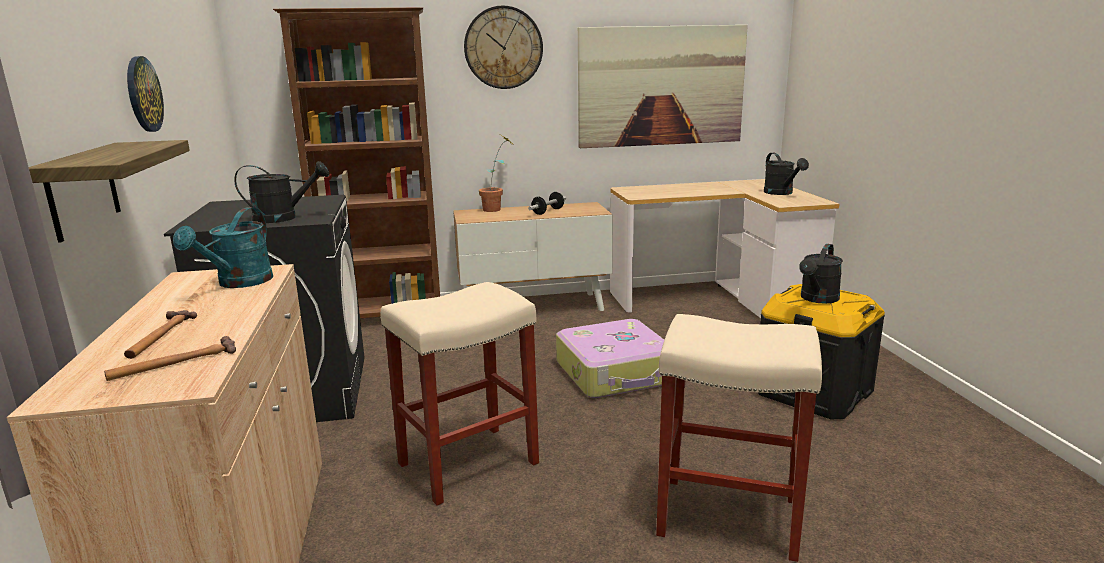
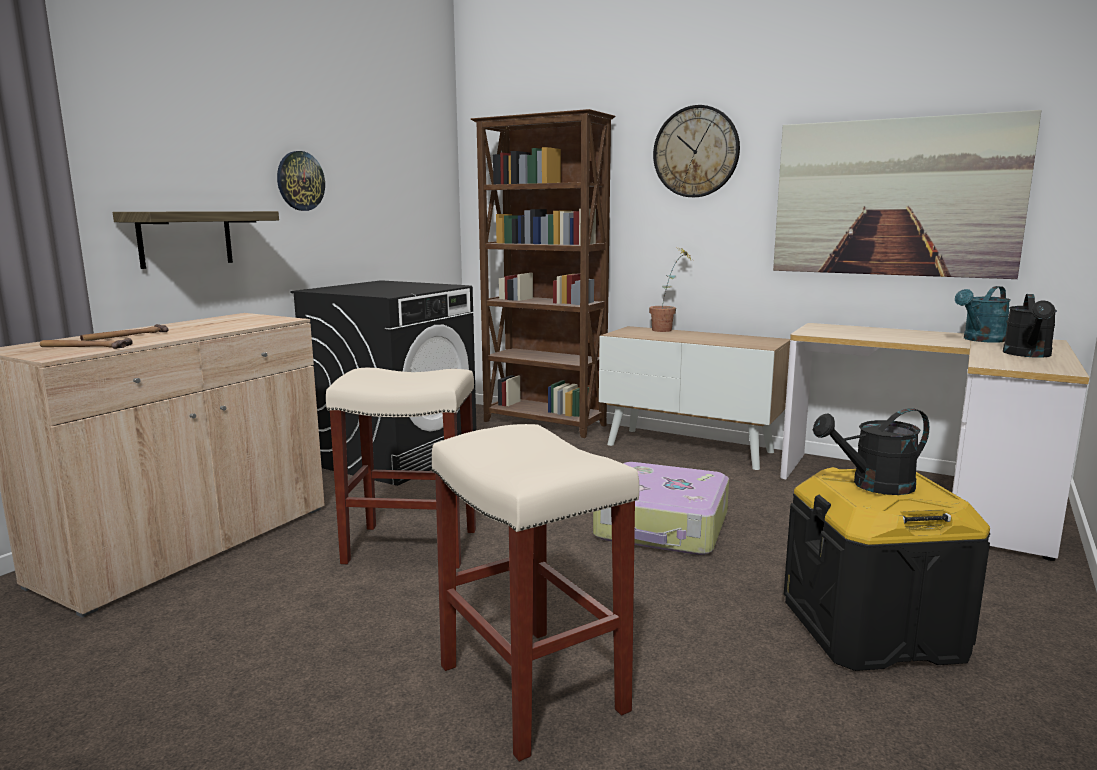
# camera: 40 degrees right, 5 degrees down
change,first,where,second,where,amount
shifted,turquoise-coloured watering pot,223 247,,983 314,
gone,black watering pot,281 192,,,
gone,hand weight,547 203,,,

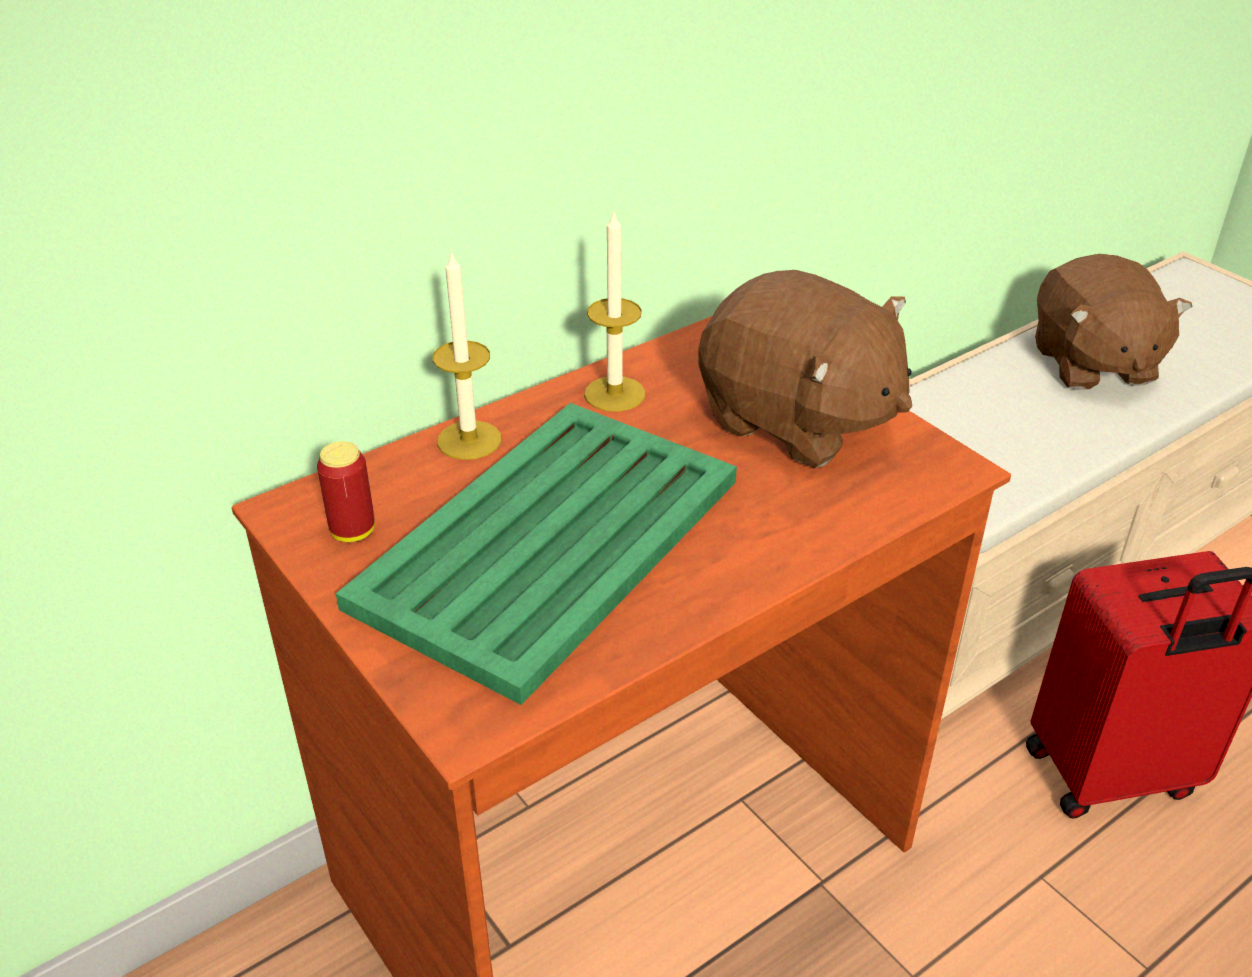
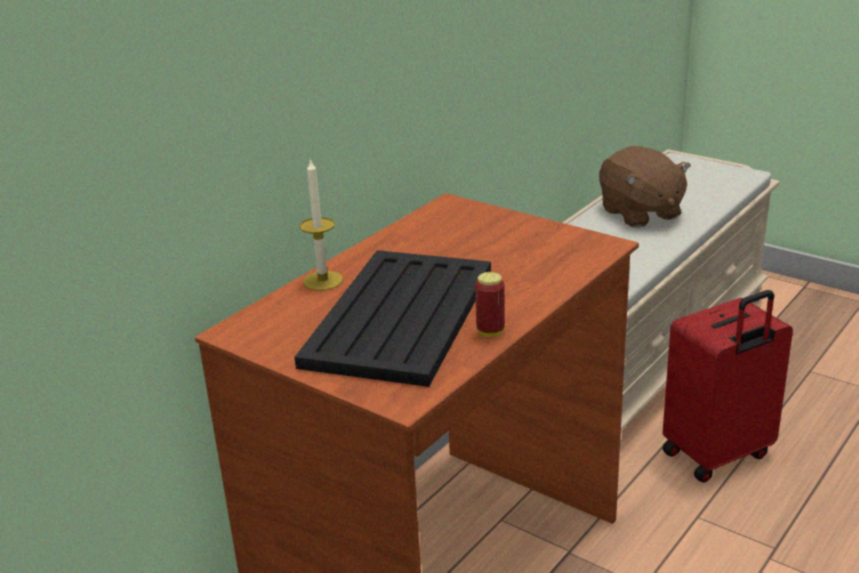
# camera: 15 degrees left, 10 degrees down
change,first,where,second,where,amount
shifted,metal can,346 491,,490 304,
repainted,green-coloured serving tray,536 554,black serving tray,393 318,
gone,candle,615 310,,,
gone,brown-coloured plush toy,805 369,,,

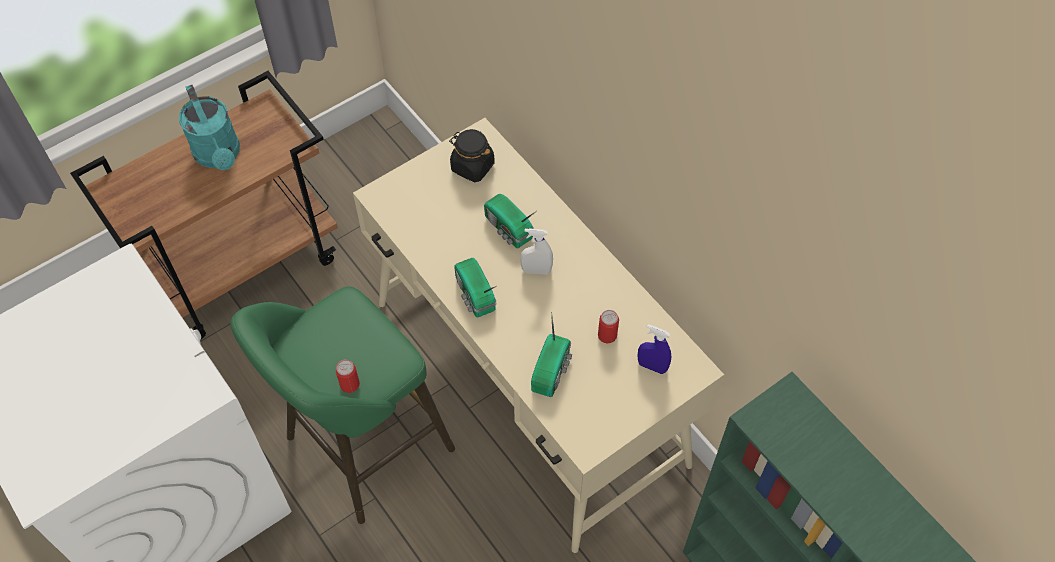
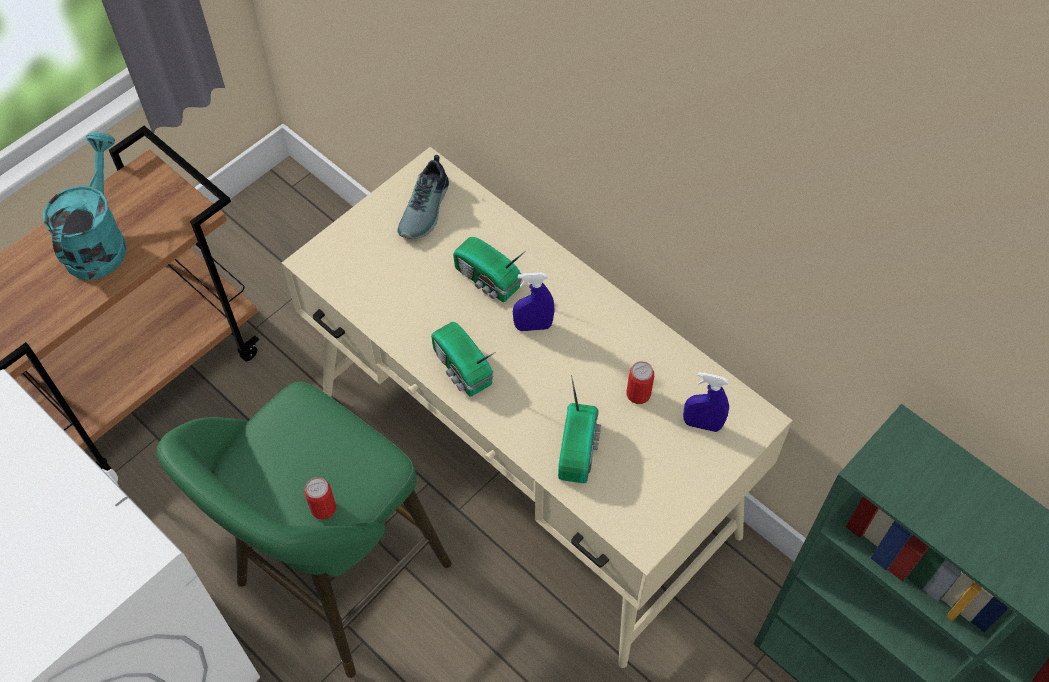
# camera: 10 degrees left, 0 degrees up
change,first,where,second,where,amount
rotated,turquoise-coloured watering pot,209 127,,84 206,135 degrees counterclockwise
swapped,black preserve jar,471 155,low shoe,423 197,
repainted,white spray bottle,536 251,bluish spray bottle,534 301,

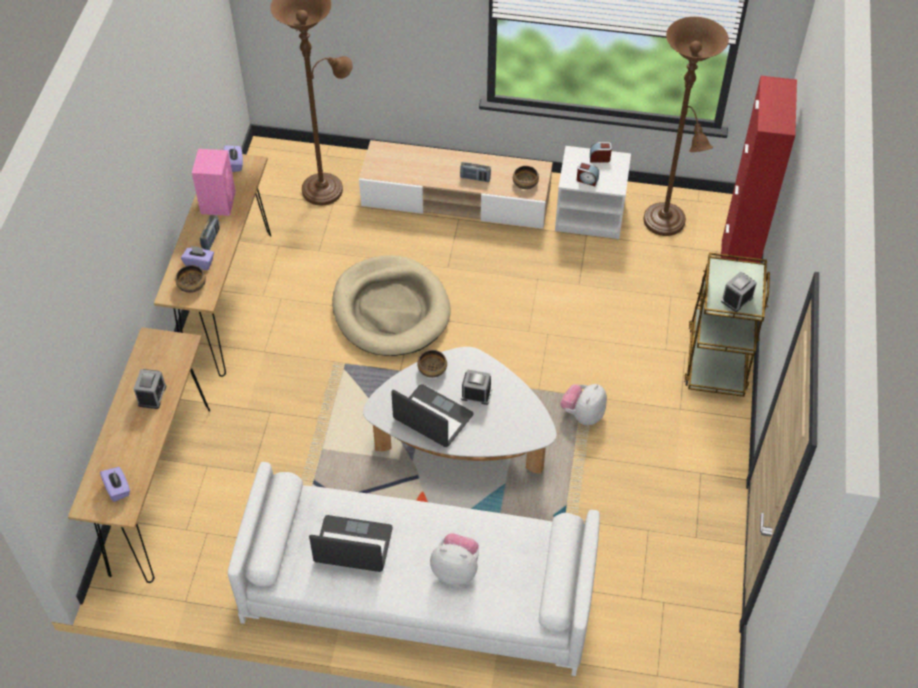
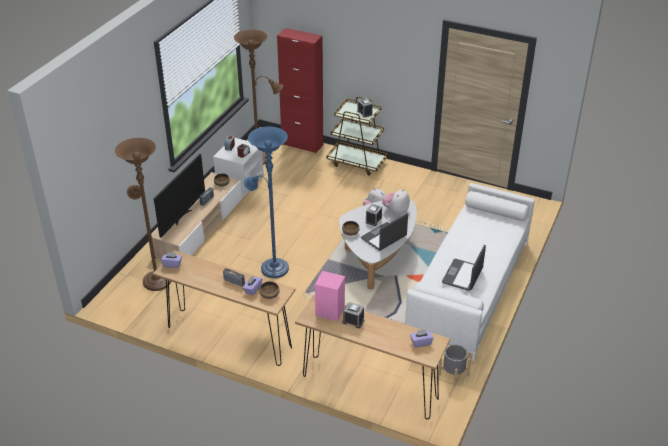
# camera: 75 degrees left, 15 degrees down
change,first,where,second,where,amount
shifted,pinkish audio speaker,214 182,,330 296,
swapped,beige-coloured dog cushion,391 305,bluish standard lamp,266 202,
shifted,plush toy,454 559,,396 202,
new,,,television,179 195,
new,,,greyish plant pot,454 366,

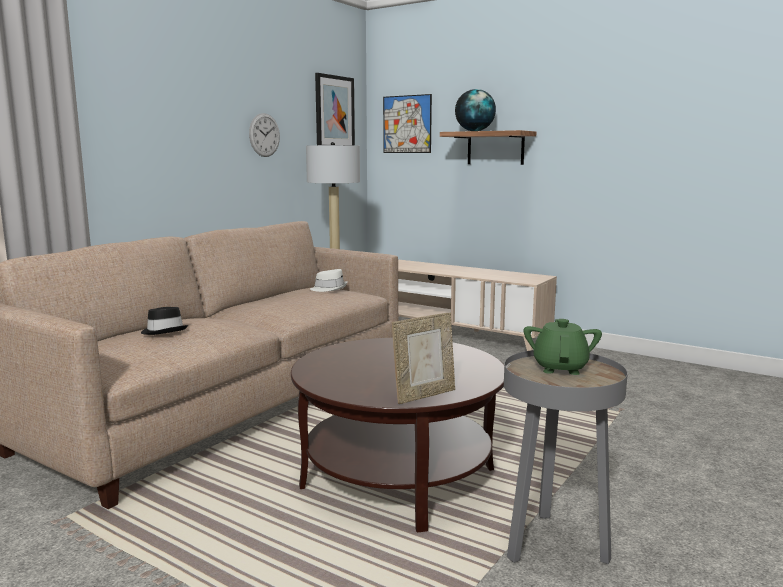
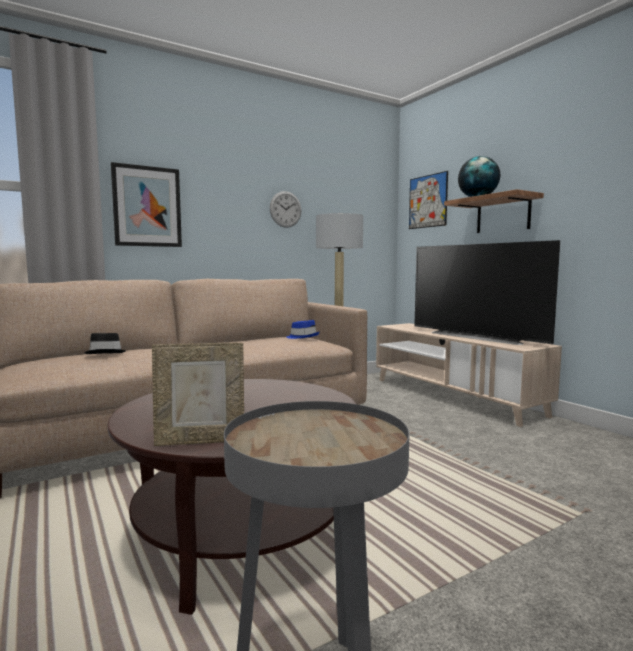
# camera: 25 degrees right, 5 degrees down
change,first,where,second,where,amount
repainted,white wearable hat,329 280,bluish wearable hat,302 329,
shifted,picture,335 109,,146 204,
gone,green-coloured tea pot,563 347,,,
new,,,television,487 292,

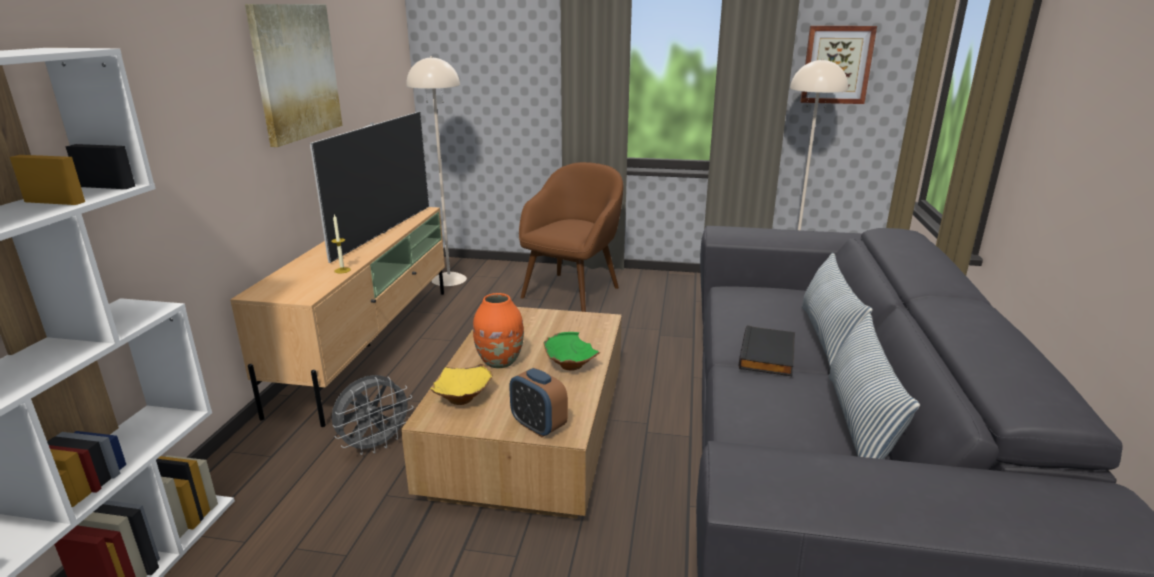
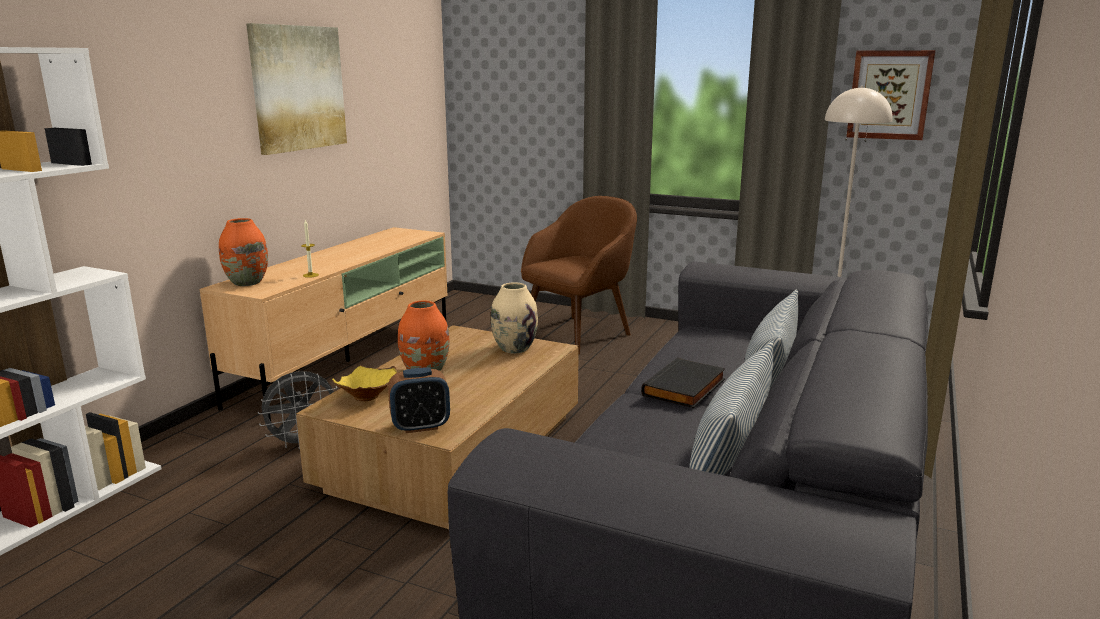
# camera: 15 degrees right, 5 degrees down
change,first,where,second,where,amount
gone,television,369 187,,,
gone,beige-coloured standard lamp,436 171,,,
rotated,table clock,538 402,,419 400,75 degrees counterclockwise
gone,green-coloured deep dish,571 351,,,
new,,,orange-coloured vase,243 252,
new,,,beige-coloured vase,514 317,

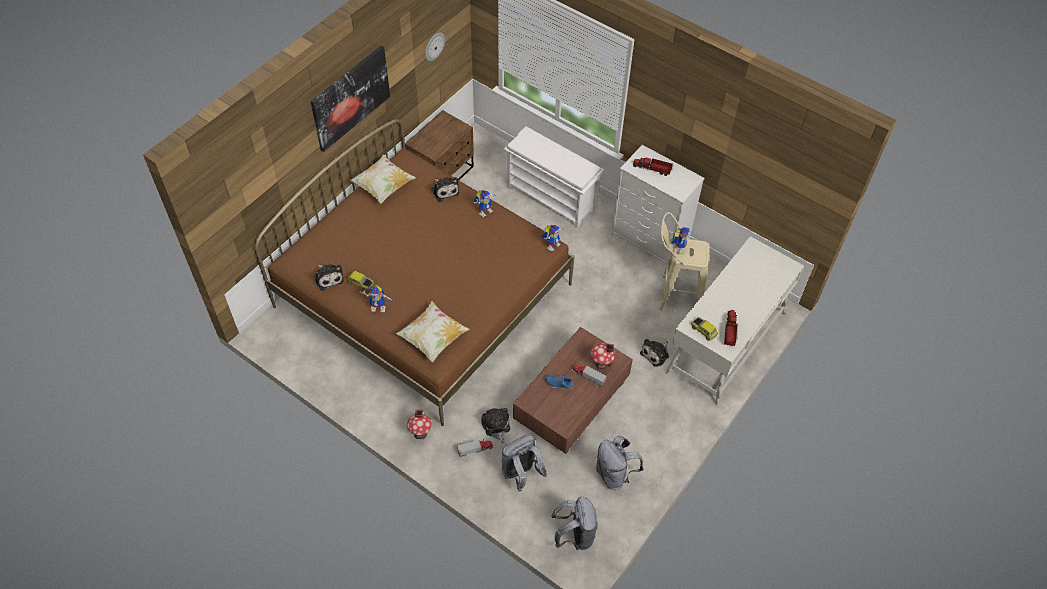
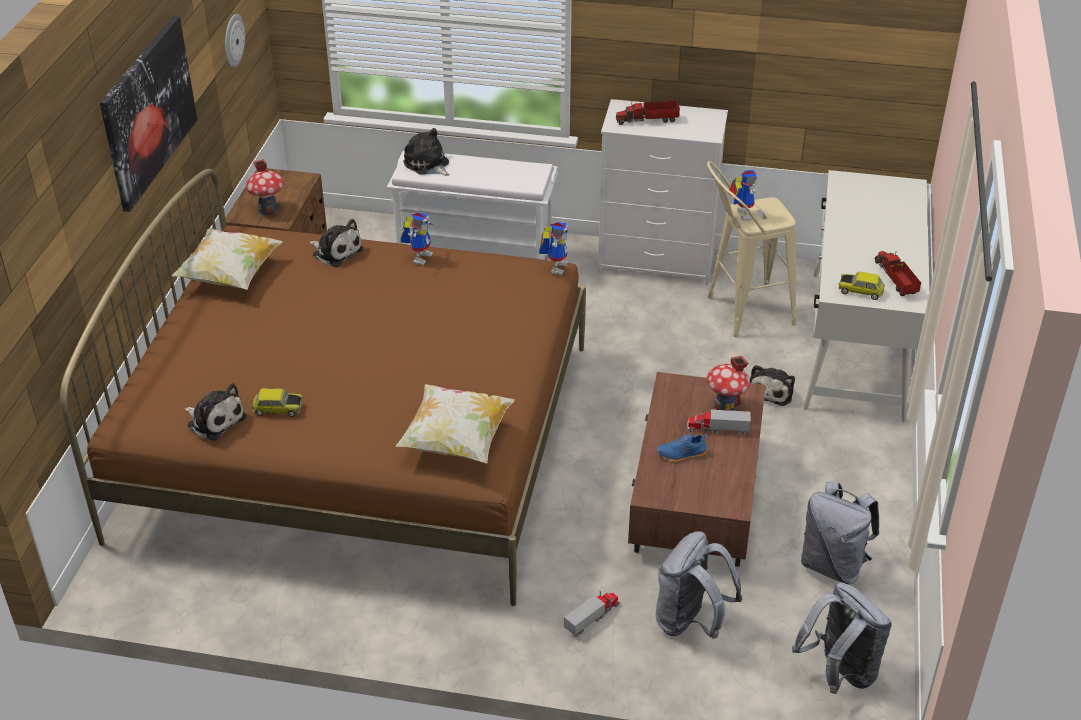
# camera: 25 degrees left, 15 degrees down
change,first,where,second,where,amount
gone,robot figure,377 298,,,
shifted,model house,419 424,,265 187,
shifted,plush toy,495 425,,426 152,

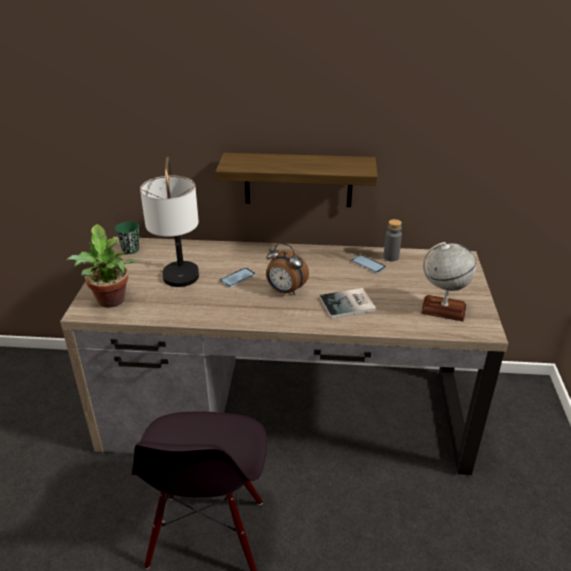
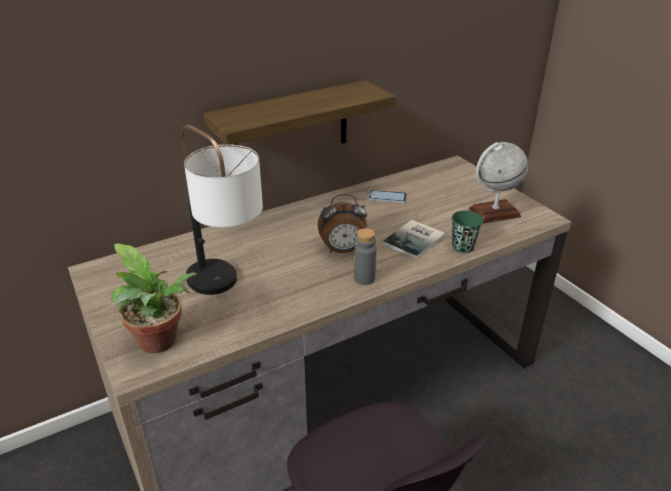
# camera: 35 degrees left, 0 degrees up
change,first,where,second,where,amount
shifted,green-coloured small cup,127 238,,467 232,
gone,handset,237 278,,,
shifted,greyish beverage bottle,392 240,,365 256,

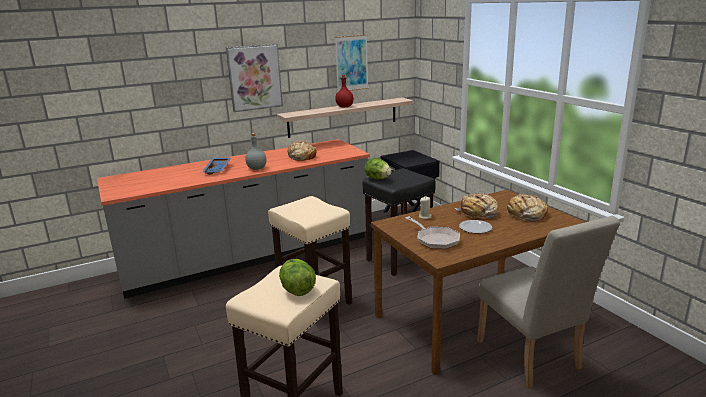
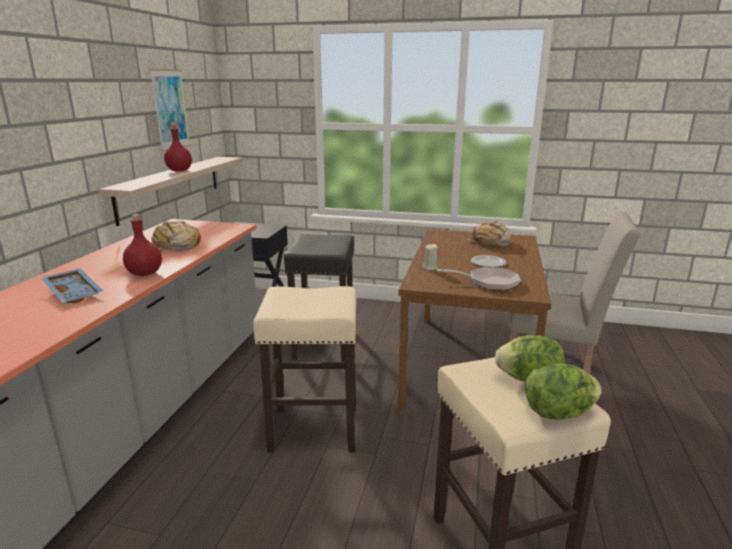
# camera: 50 degrees left, 0 degrees up
change,first,where,second,where,amount
gone,picture,254 78,,,
repainted,greyish beverage bottle,255 151,red-coloured beverage bottle,142 245,
shifted,lettuce head,378 168,,563 391,
gone,baked bread,476 206,,,

